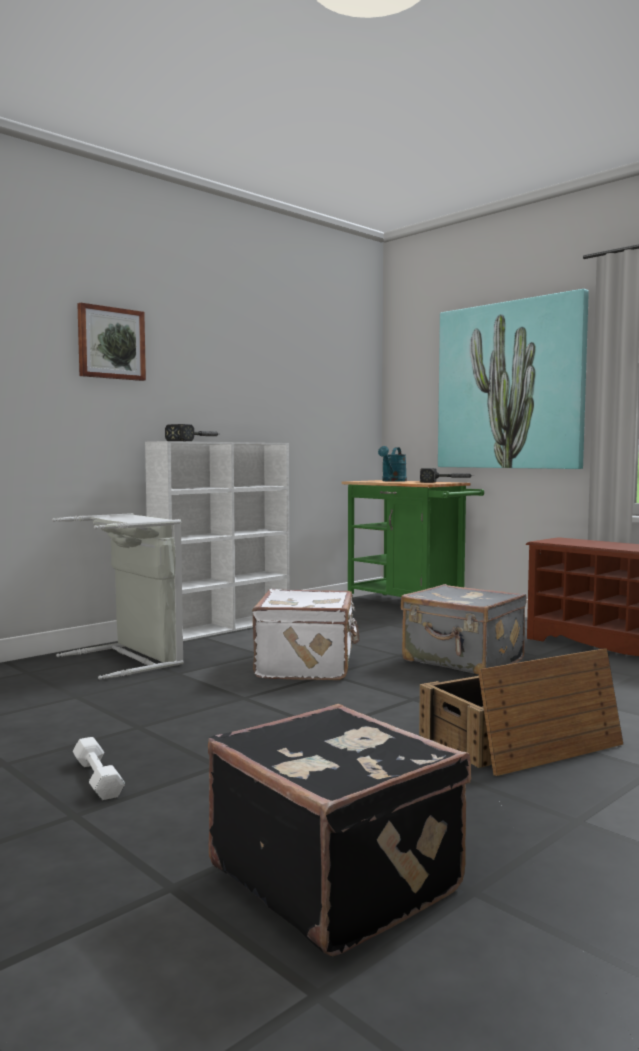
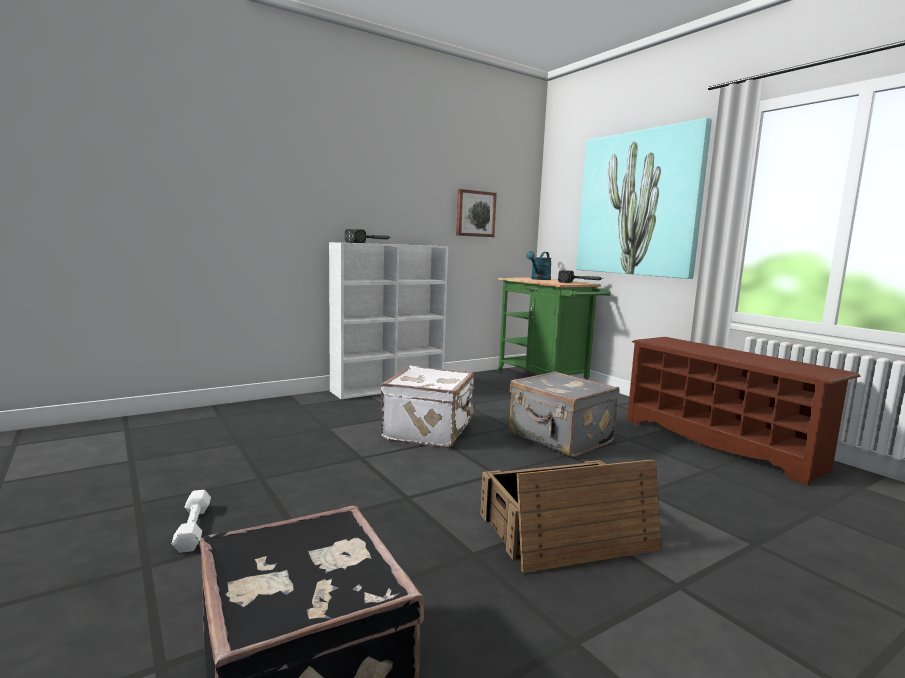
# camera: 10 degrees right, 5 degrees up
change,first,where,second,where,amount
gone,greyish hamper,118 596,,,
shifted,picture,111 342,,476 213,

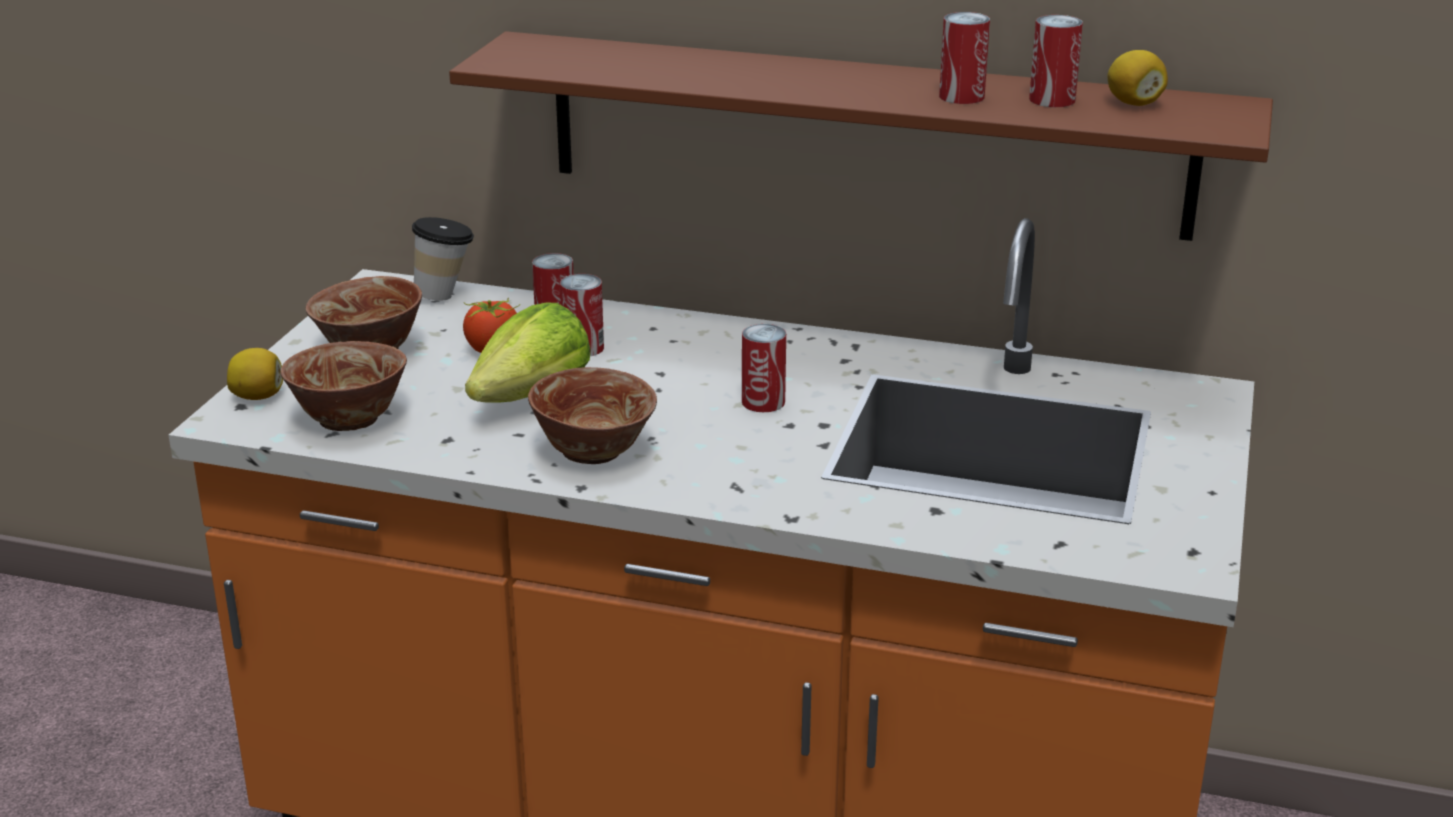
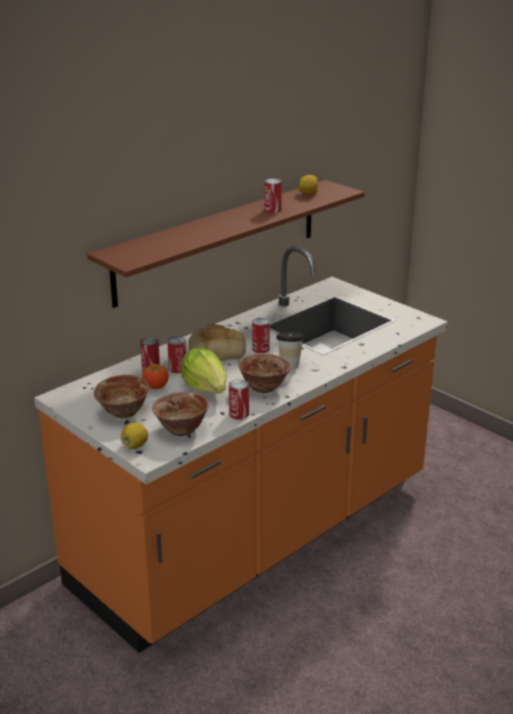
# camera: 60 degrees left, 0 degrees up
change,first,where,second,where,amount
shifted,small cup,443 259,,290 350,
shifted,metal can,1056 61,,239 399,
new,,,baked bread,217 342,

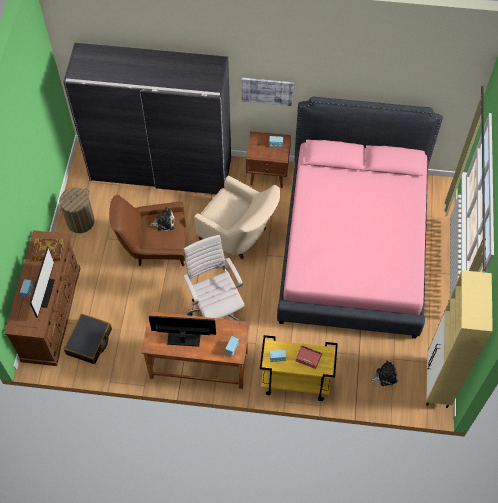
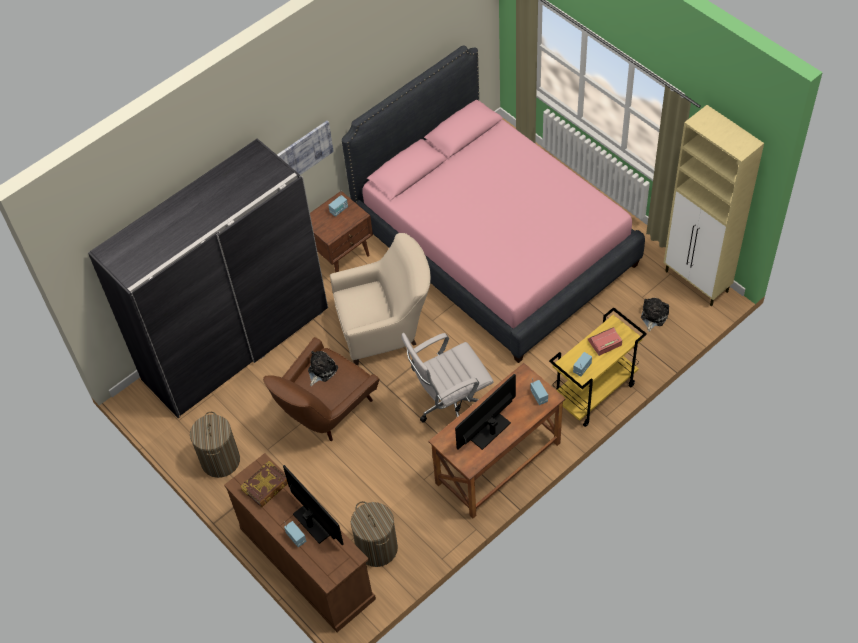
# camera: 45 degrees left, 5 degrees down
change,first,where,second,where,amount
swapped,black suitcase,88 339,hamper,374 534,
rotated,white office chair,214 278,,447 377,45 degrees counterclockwise

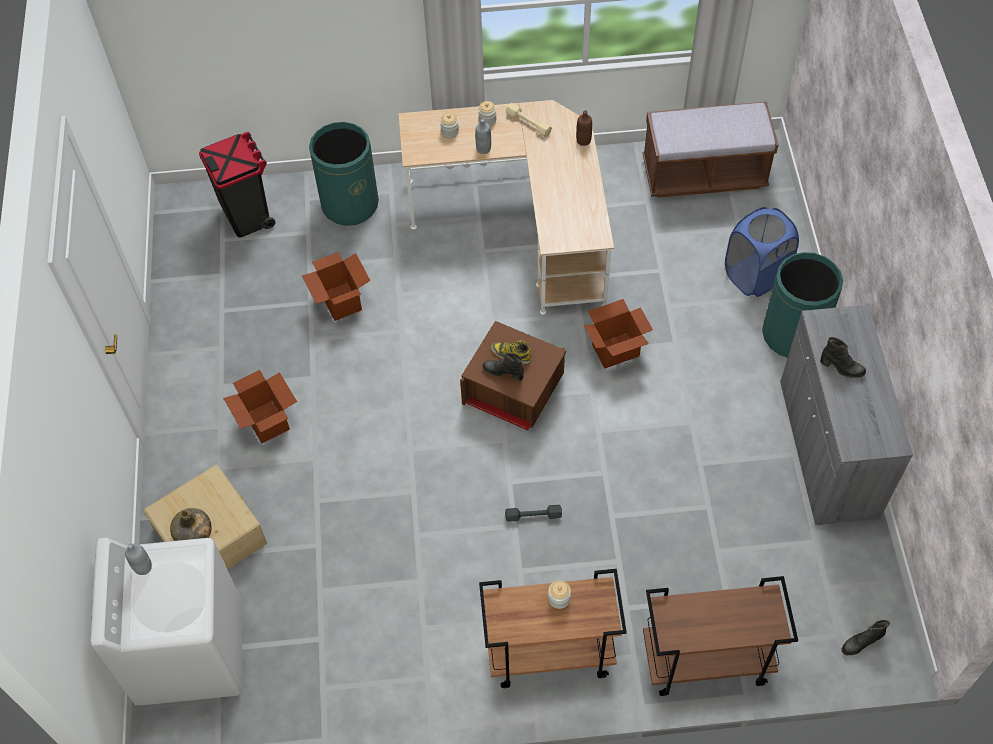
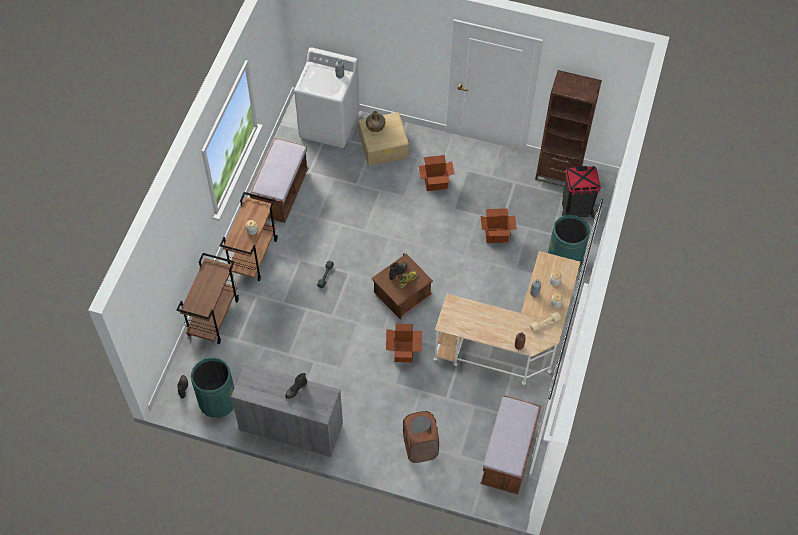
# camera: 110 degrees right, 0 degrees up
change,first,where,second,where,amount
repainted,bluish hamper,762 252,brown-coloured hamper,421 437,
shifted,green-coloured waste bin,802 305,,212 387,
new,,,brown-coloured indoor bench,279 180,
new,,,brown-coloured shelving unit,568 128,

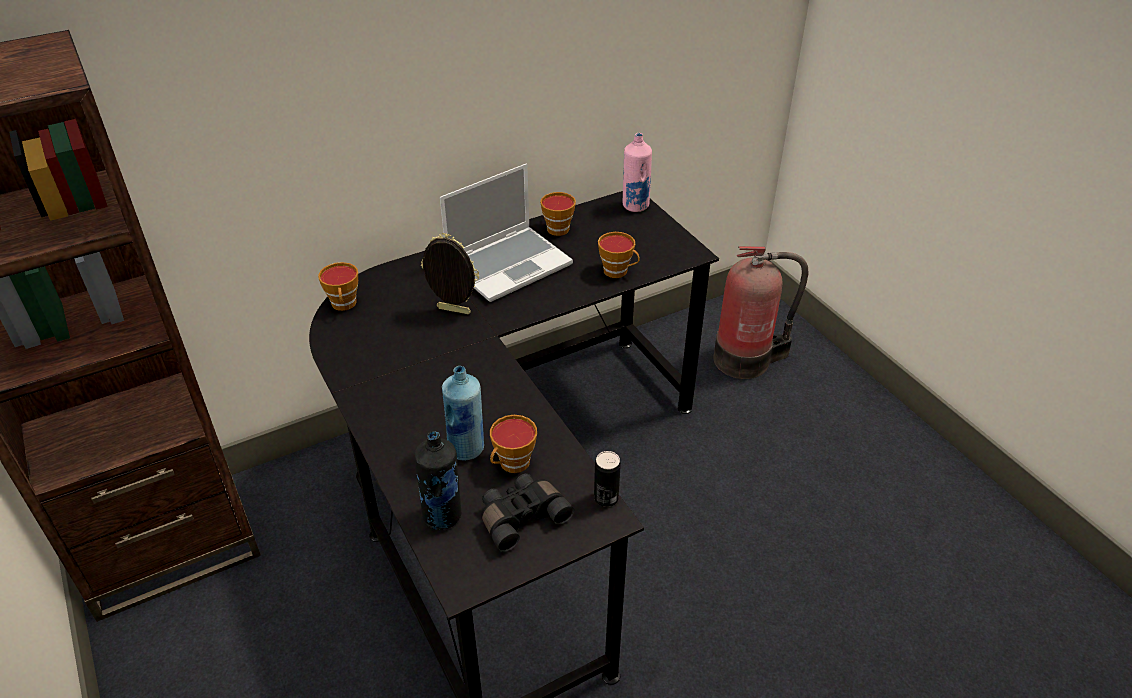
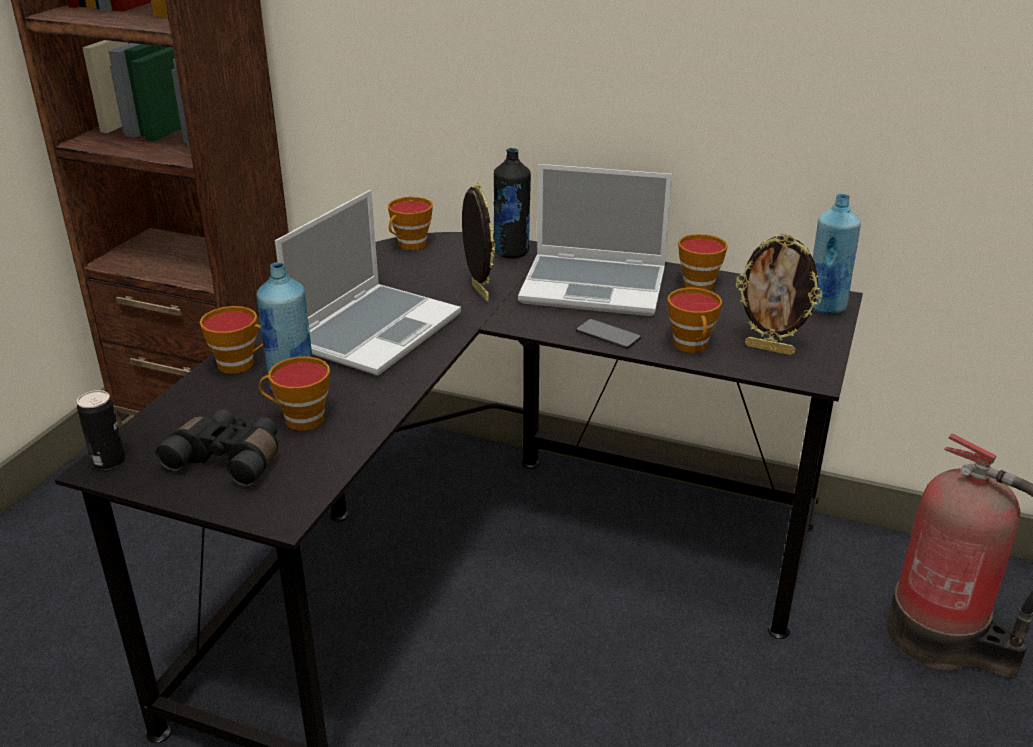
# camera: 50 degrees right, 10 degrees down
change,first,where,second,where,amount
shifted,black beverage bottle,437 480,,512 203,
shifted,metal can,607 479,,101 430,
repainted,pinkish beverage bottle,637 172,bluish beverage bottle,837 254,
new,,,small cup,231 340,
new,,,portable computer,368 283,
new,,,handset,609 334,
new,,,picture frame,779 294,

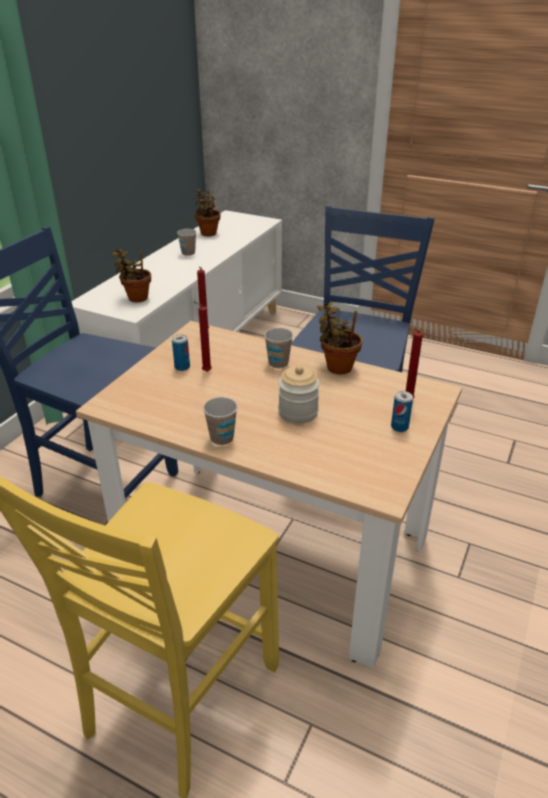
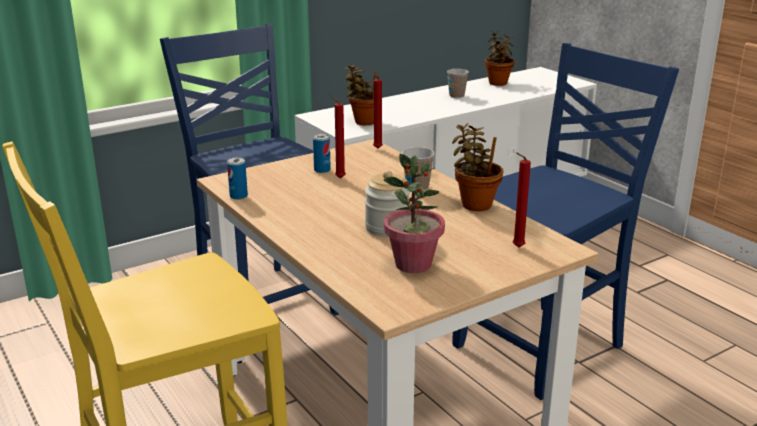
# camera: 30 degrees right, 10 degrees down
change,first,where,second,where,amount
gone,small cup,220 421,,,
shifted,metal can,402 411,,237 178,
new,,,houseplant,414 213,

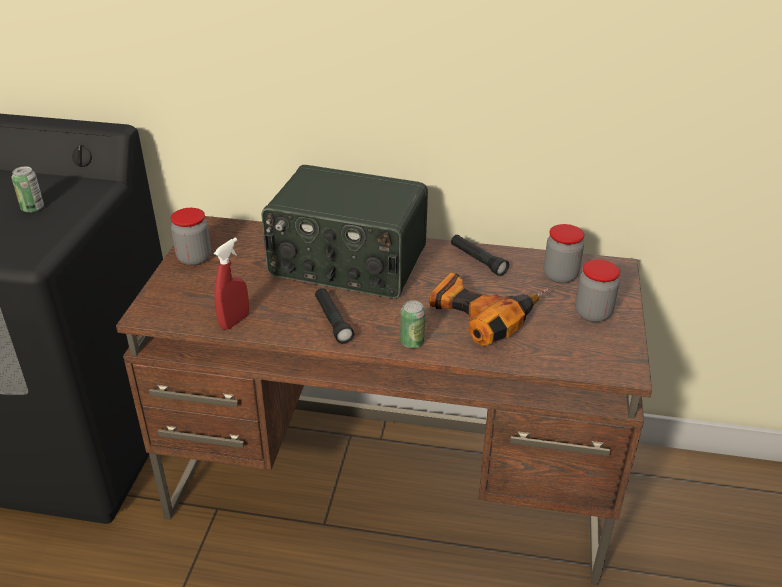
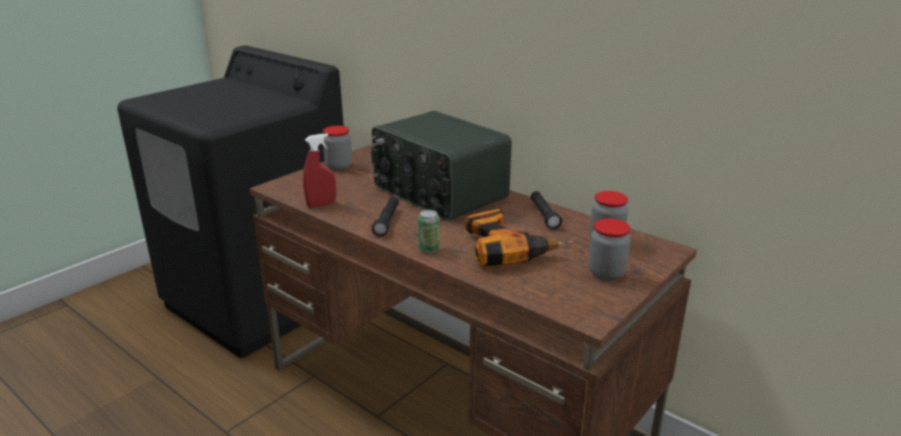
# camera: 30 degrees right, 10 degrees down
change,first,where,second,where,amount
gone,metal can,28 190,,,

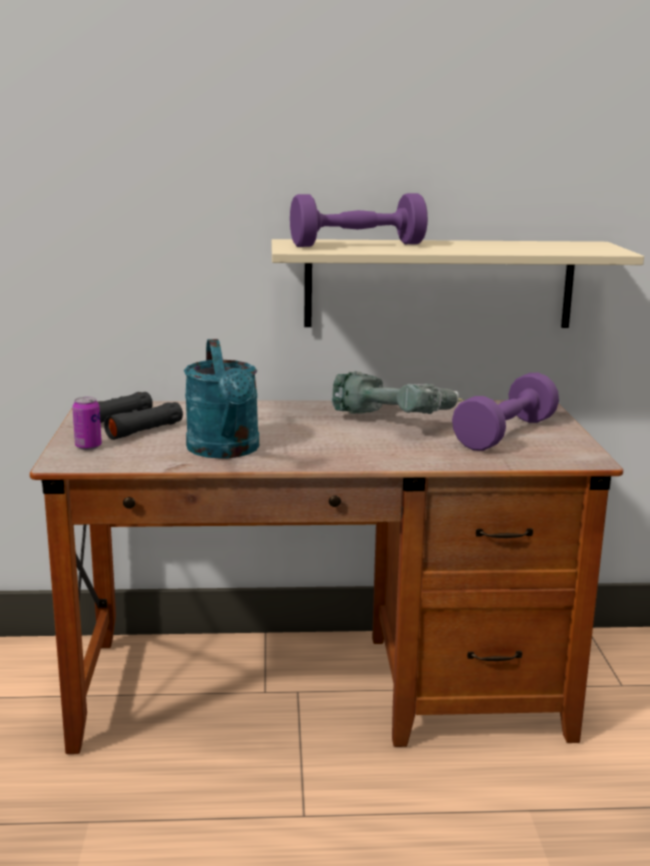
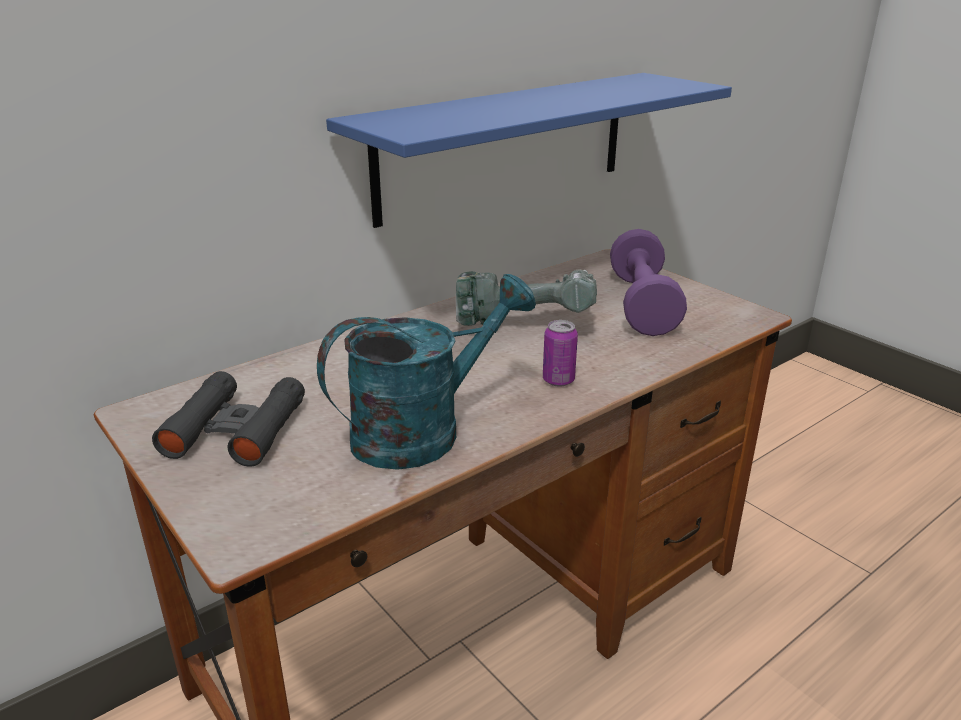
# camera: 35 degrees left, 10 degrees up
change,first,where,second,where,amount
shifted,metal can,87 423,,560 353,
rotated,turquoise-coloured watering pot,221 399,,426 372,75 degrees counterclockwise
repainted,beige-coloured bracket shelf,458 283,bluish bracket shelf,529 150,
gone,purple hand weight,359 220,,,

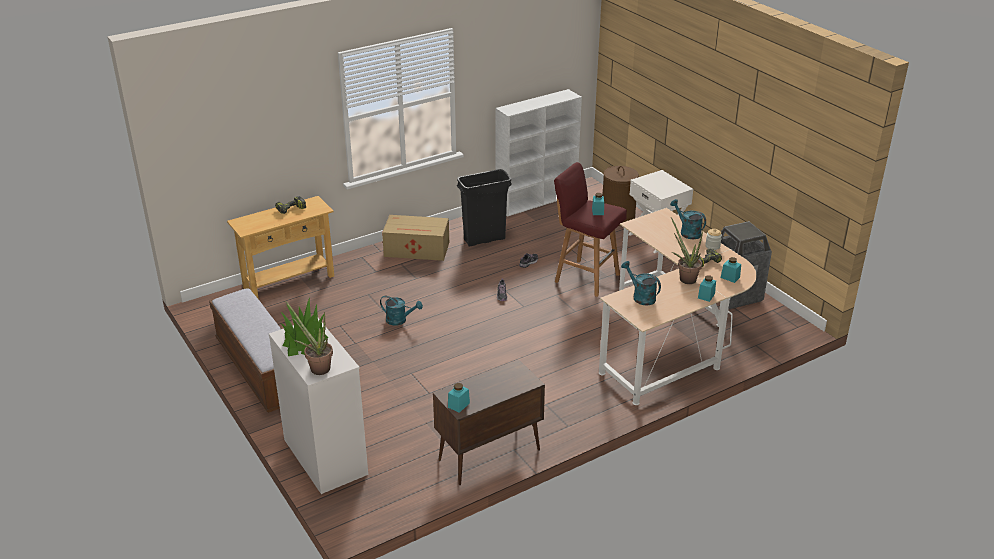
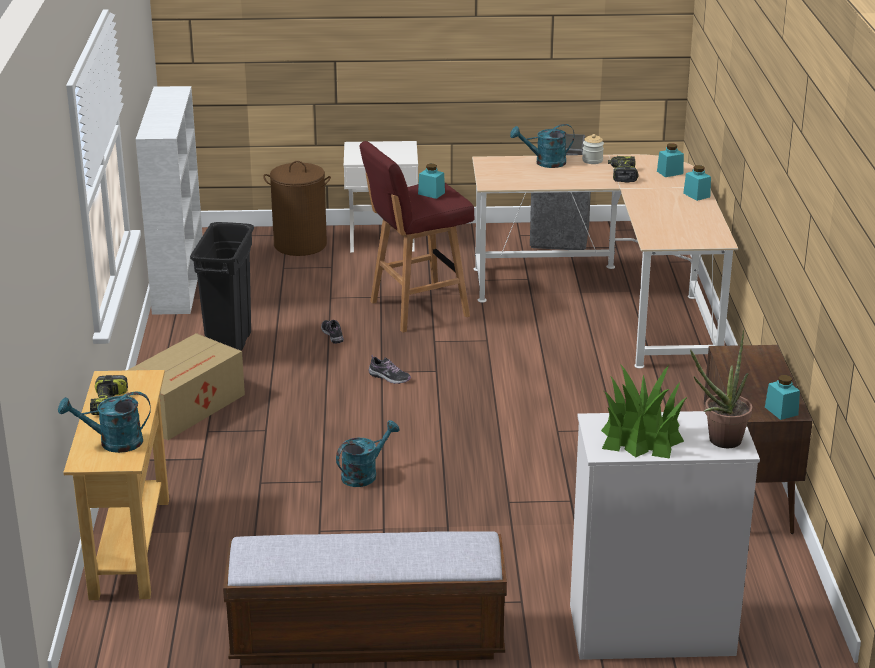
# camera: 60 degrees left, 5 degrees down
change,first,where,second,where,amount
shifted,turquoise-coloured watering pot,641 283,,104 422,
gone,houseplant,687 251,,,

